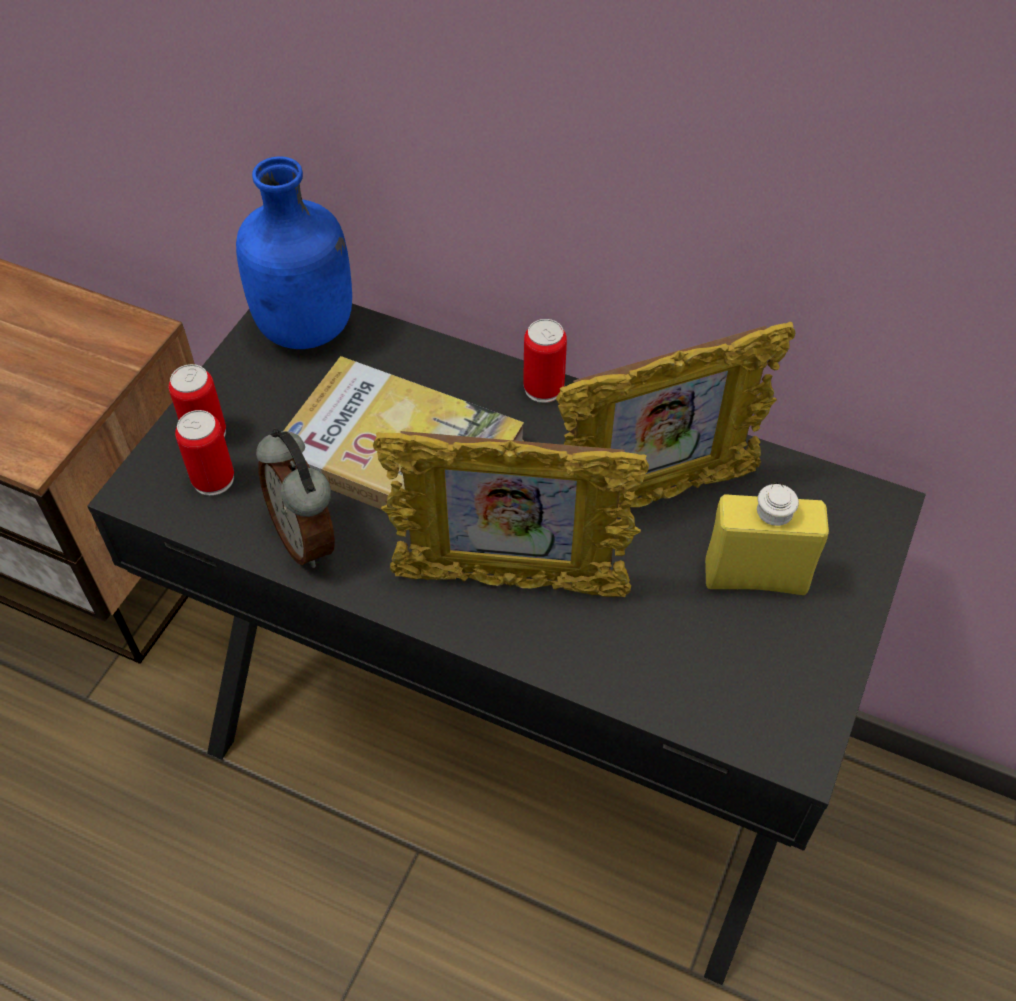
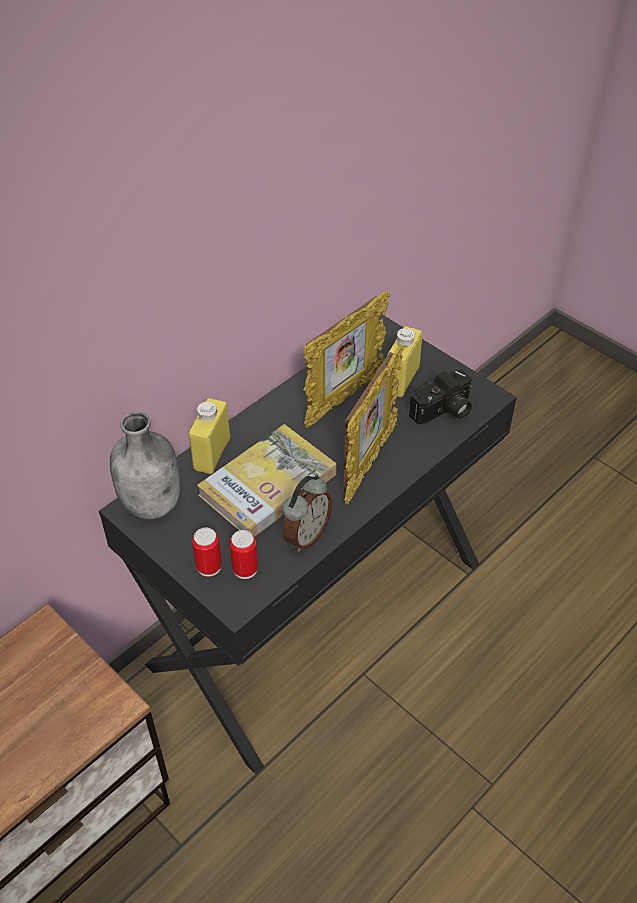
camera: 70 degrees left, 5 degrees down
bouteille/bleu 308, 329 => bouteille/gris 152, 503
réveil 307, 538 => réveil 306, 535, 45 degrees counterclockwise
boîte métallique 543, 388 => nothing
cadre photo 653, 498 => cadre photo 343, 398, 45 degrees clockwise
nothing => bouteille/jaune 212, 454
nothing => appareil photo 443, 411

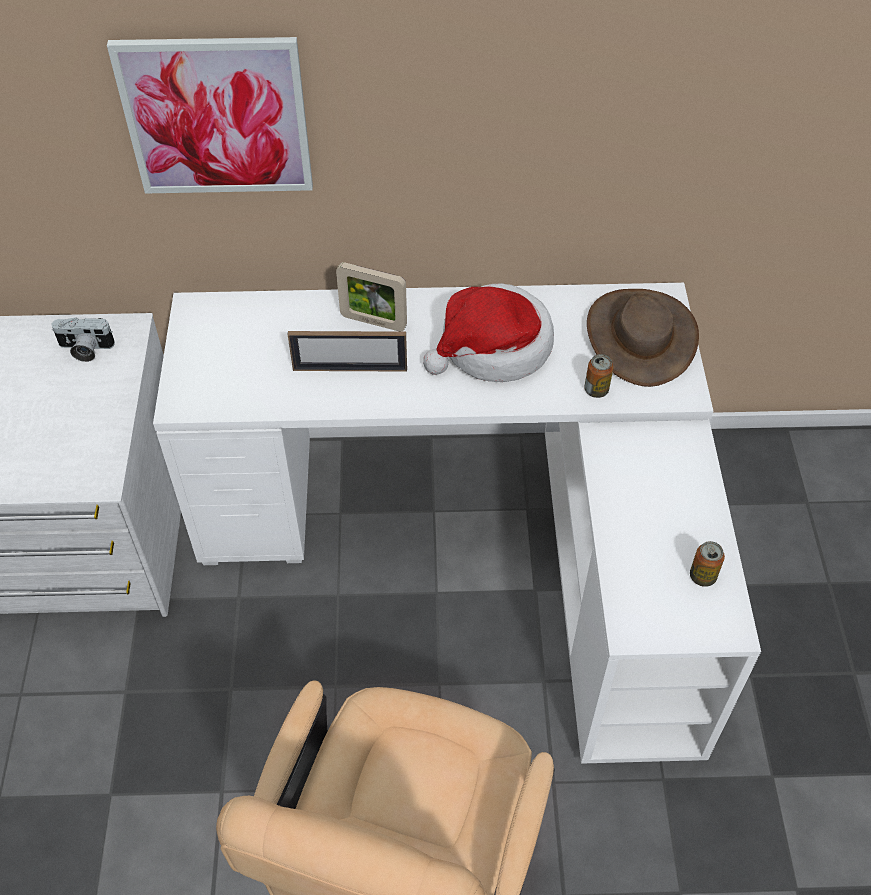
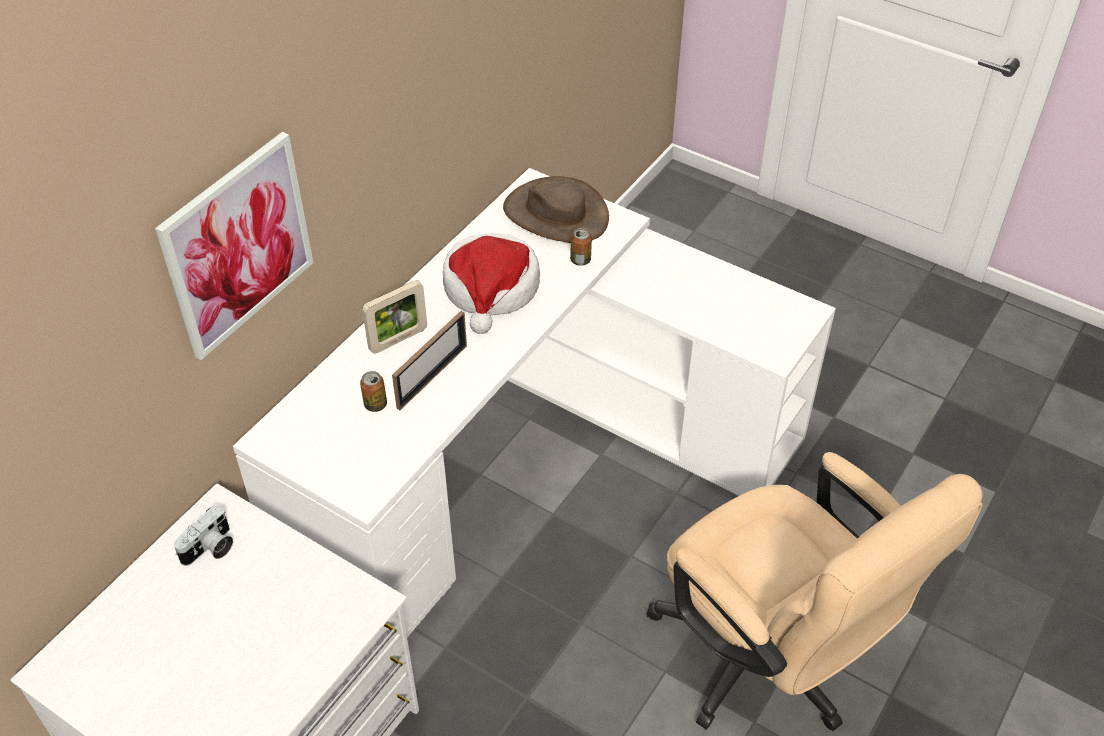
camera: 55 degrees left, 5 degrees down
boîte métallique 702, 576 => boîte métallique 375, 404, move

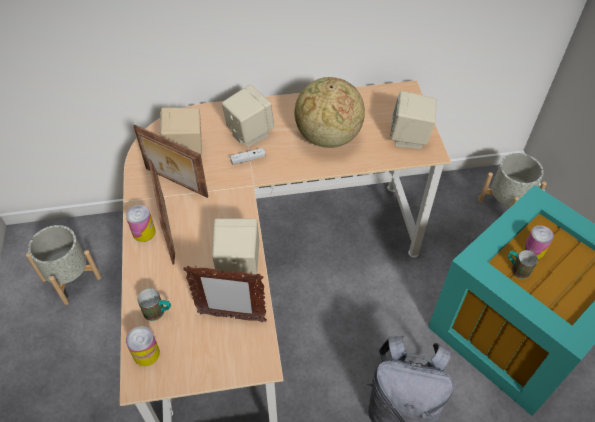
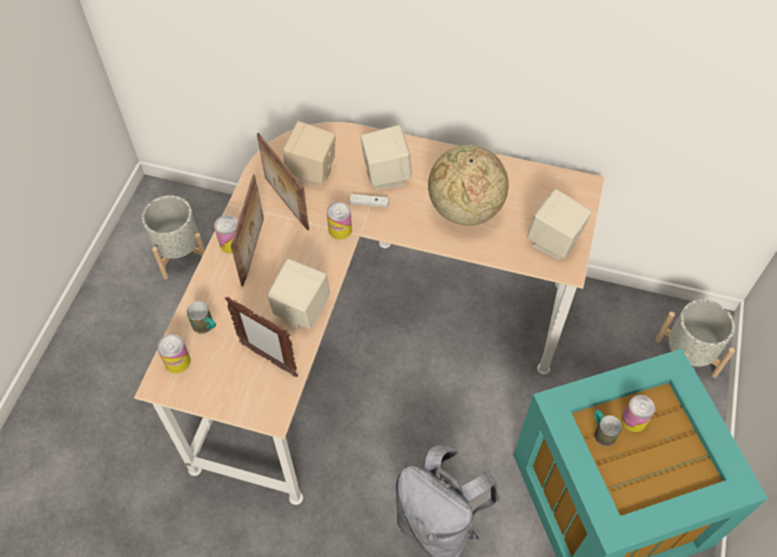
camera: 25 degrees right, 5 degrees up
nothing => boîte métallique 340, 230

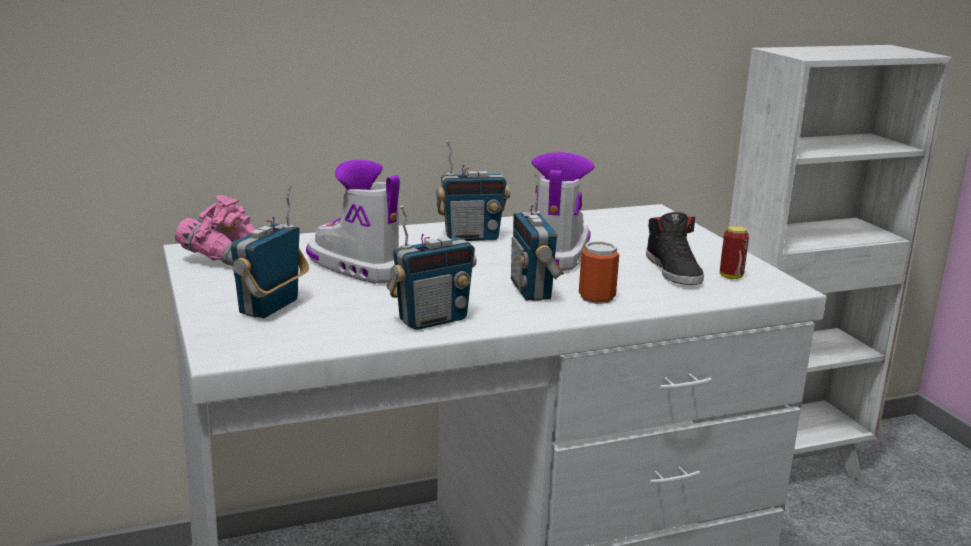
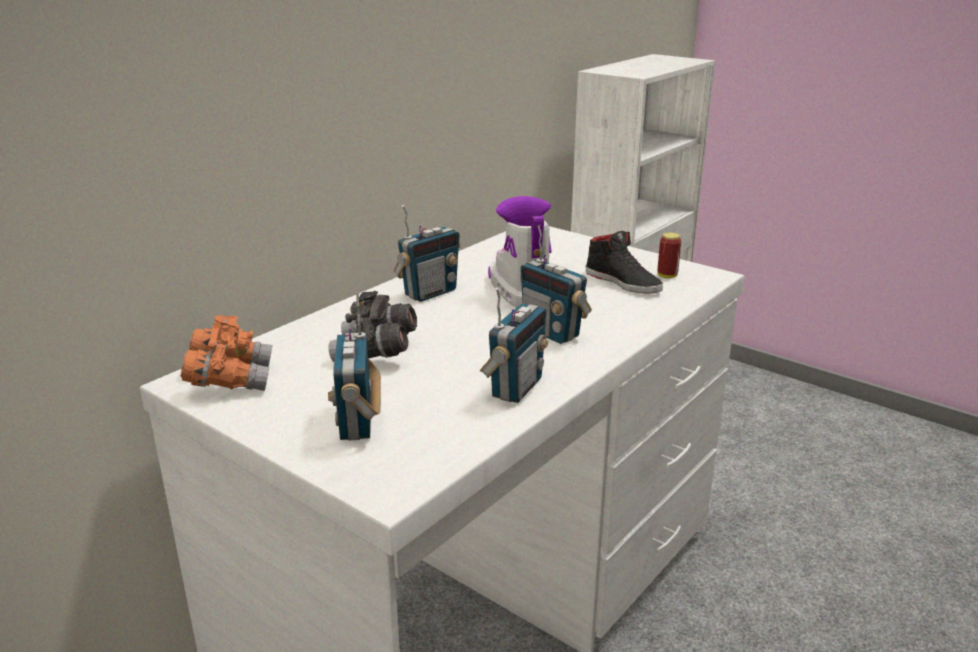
camera: 30 degrees left, 5 degrees up
jumelles/rose 226, 256 => jumelles/orange 230, 380
botte 357, 267 => jumelles/gris 375, 353
boîte métallique 596, 298 => nothing

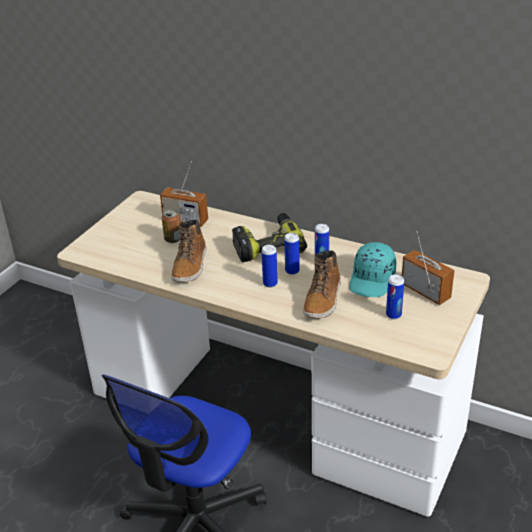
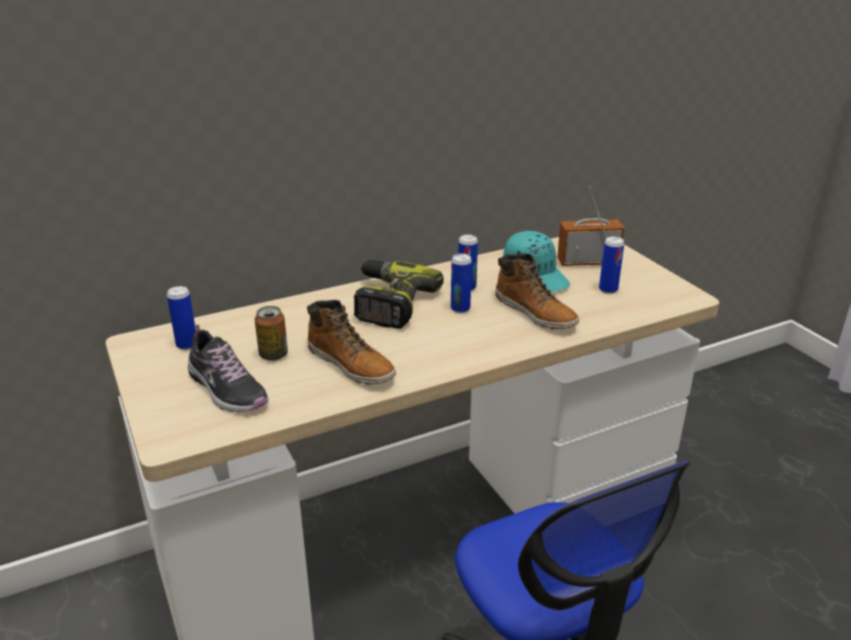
camera: 55 degrees left, 5 degrees down
radio 185, 220 => nothing
boîte métallique 270, 283 => boîte métallique 187, 345, move
nothing => chaussure 227, 389

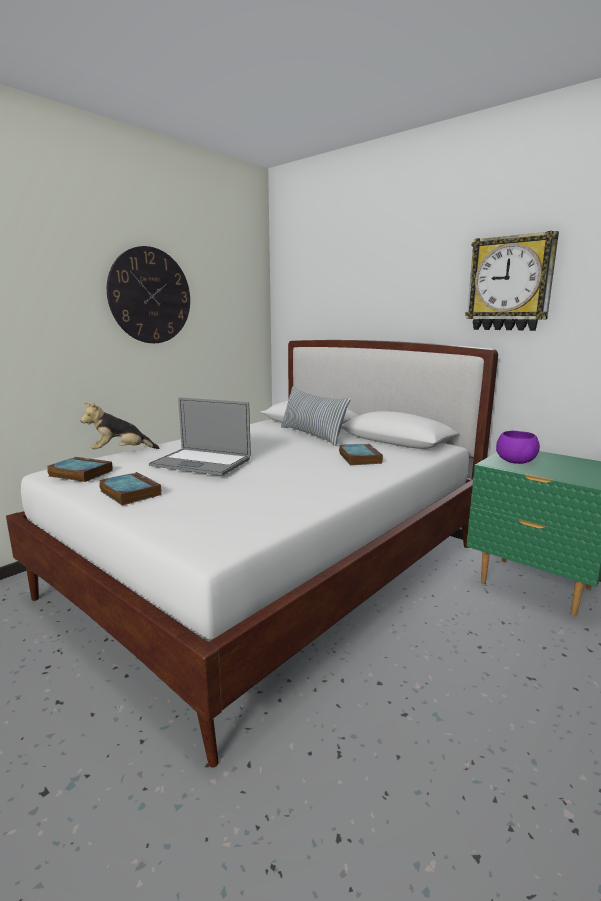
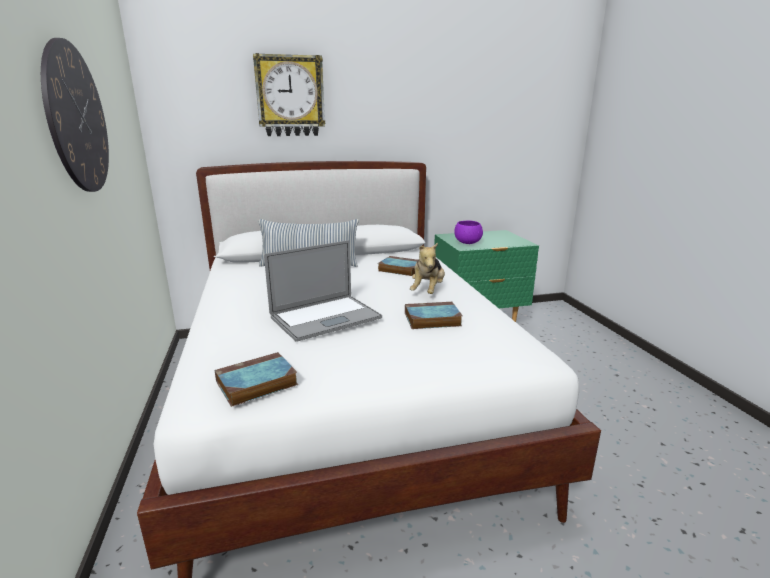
camera: 55 degrees left, 5 degrees up
peluche 121, 452 => peluche 428, 291, move
livre 129, 492 => livre 431, 320, move
horloge murale 510, 284 => horloge murale 290, 96, move

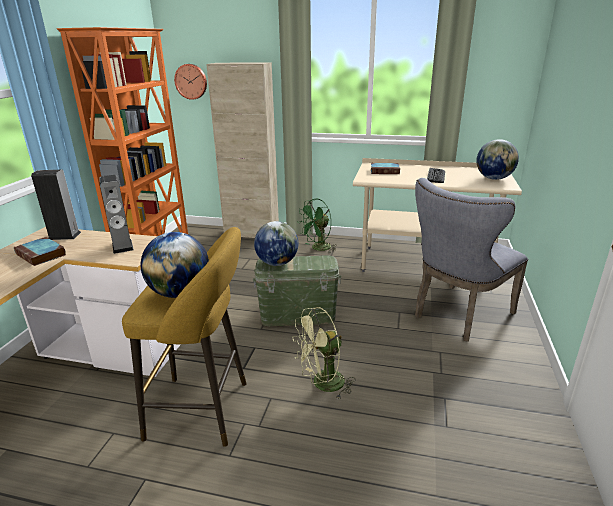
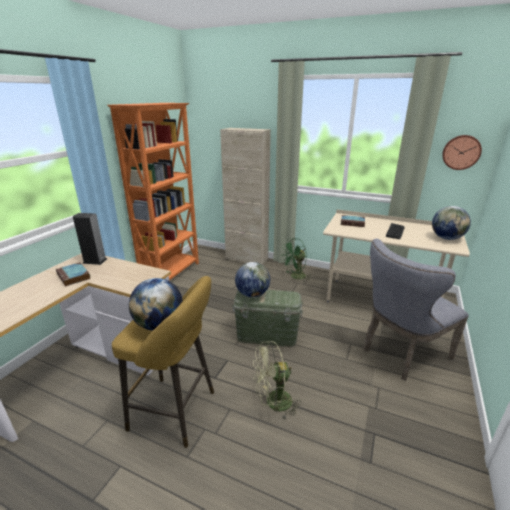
camera: 10 degrees right, 0 degrees up
enceinte 122, 246 => nothing
horloge murale 191, 81 => horloge murale 461, 152, move

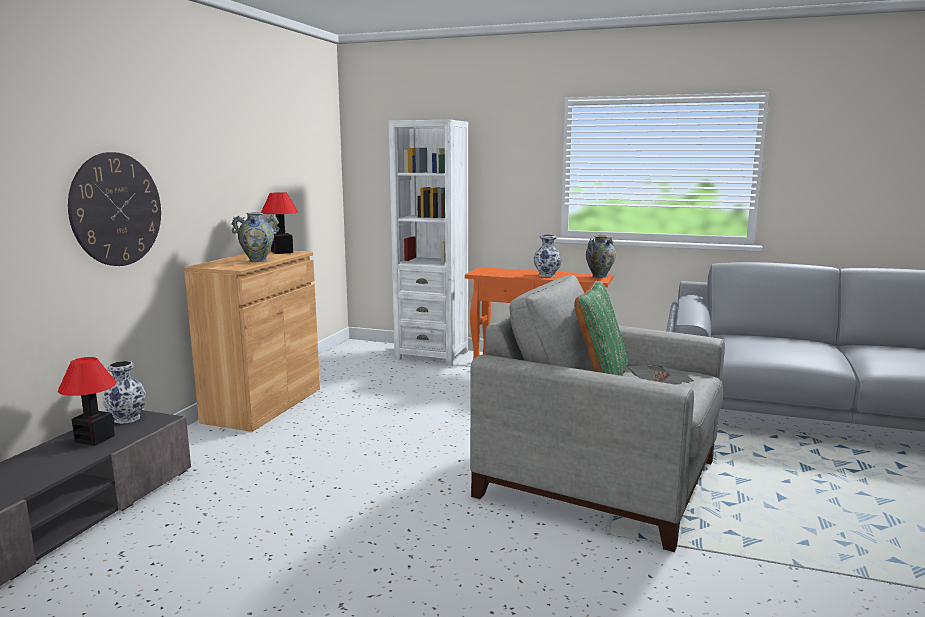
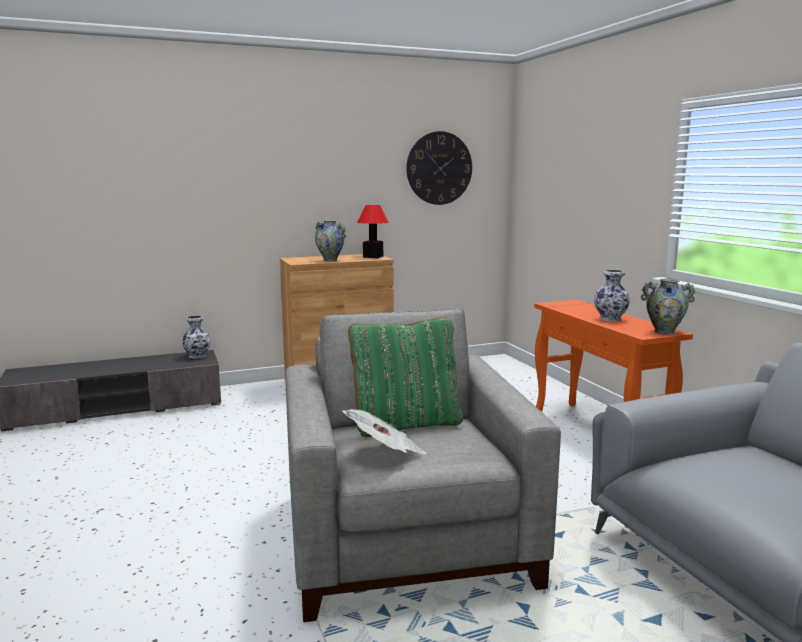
camera: 50 degrees right, 0 degrees up
lampe de table 94, 439 => nothing
horloge murale 116, 209 => horloge murale 439, 168, move
bibliothèque/blanc 432, 355 => nothing

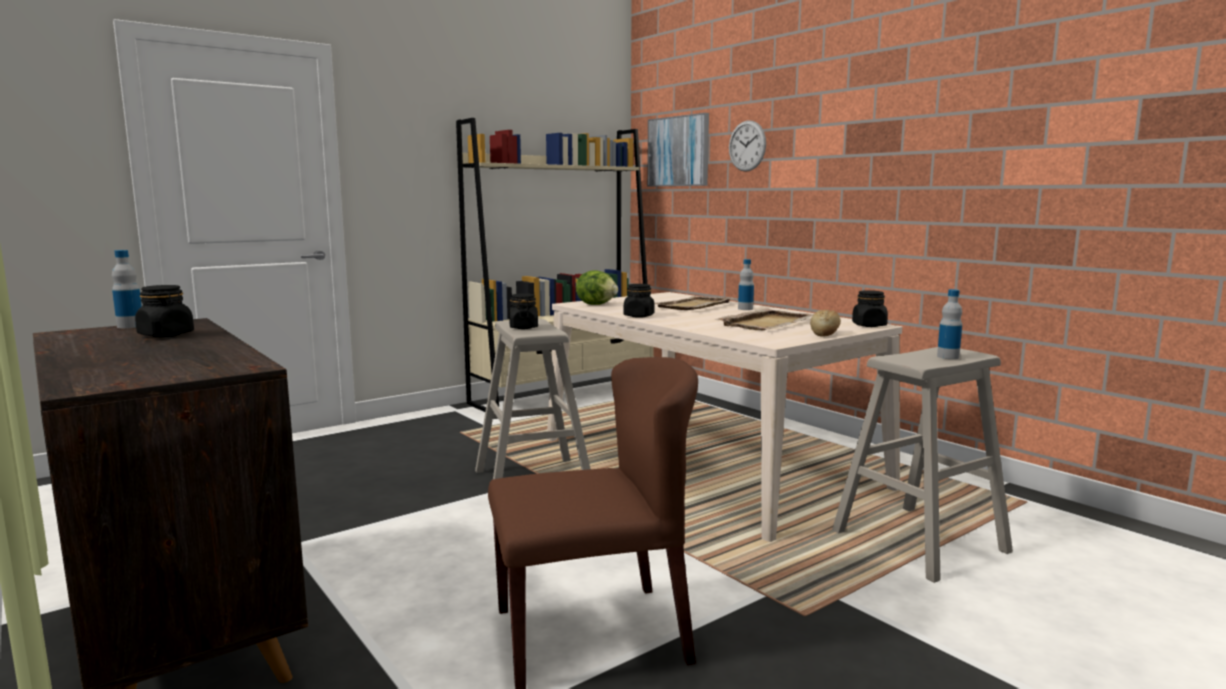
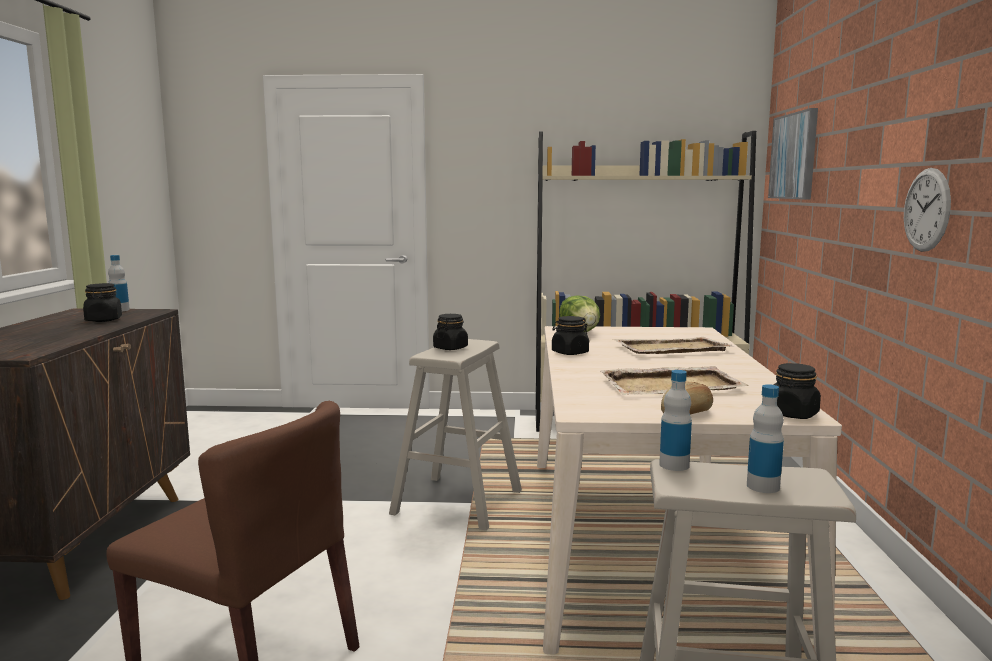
camera: 40 degrees right, 0 degrees up
horloge murale 747, 146 => horloge murale 926, 210, move
bouteille 745, 309 => bouteille 674, 465, move

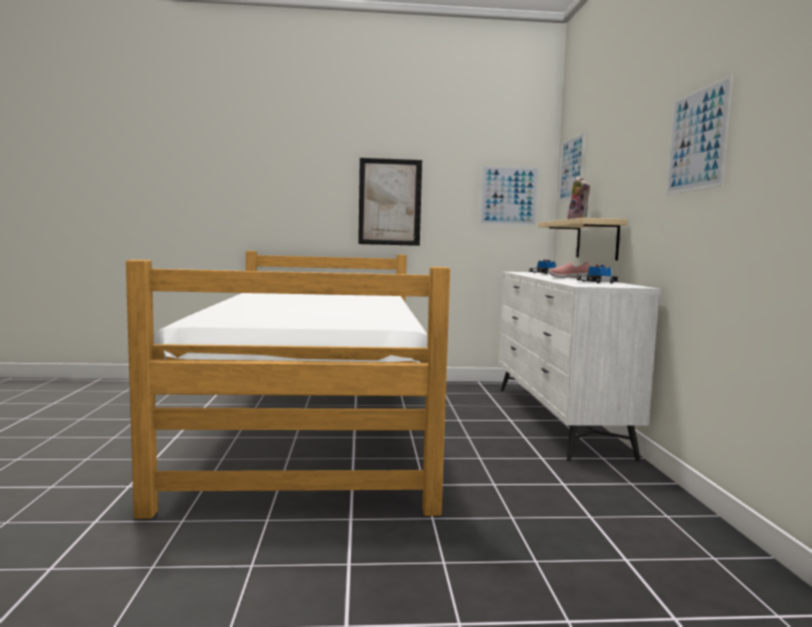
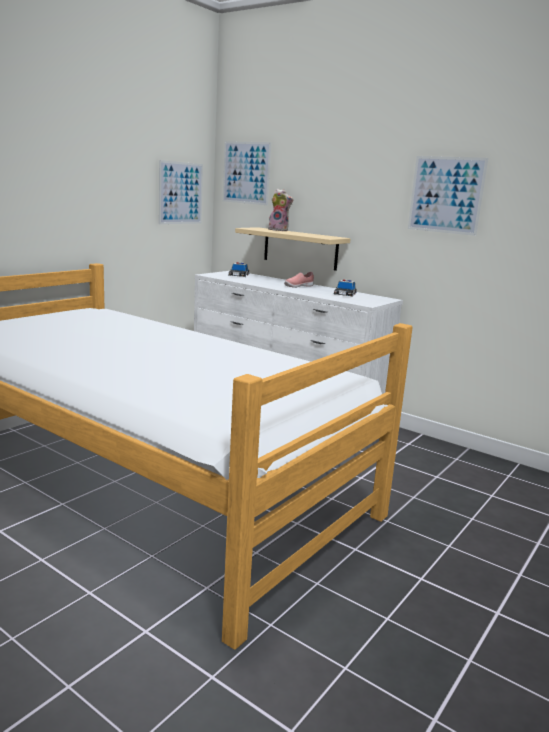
camera: 50 degrees left, 10 degrees up
tableau 390, 202 => nothing

